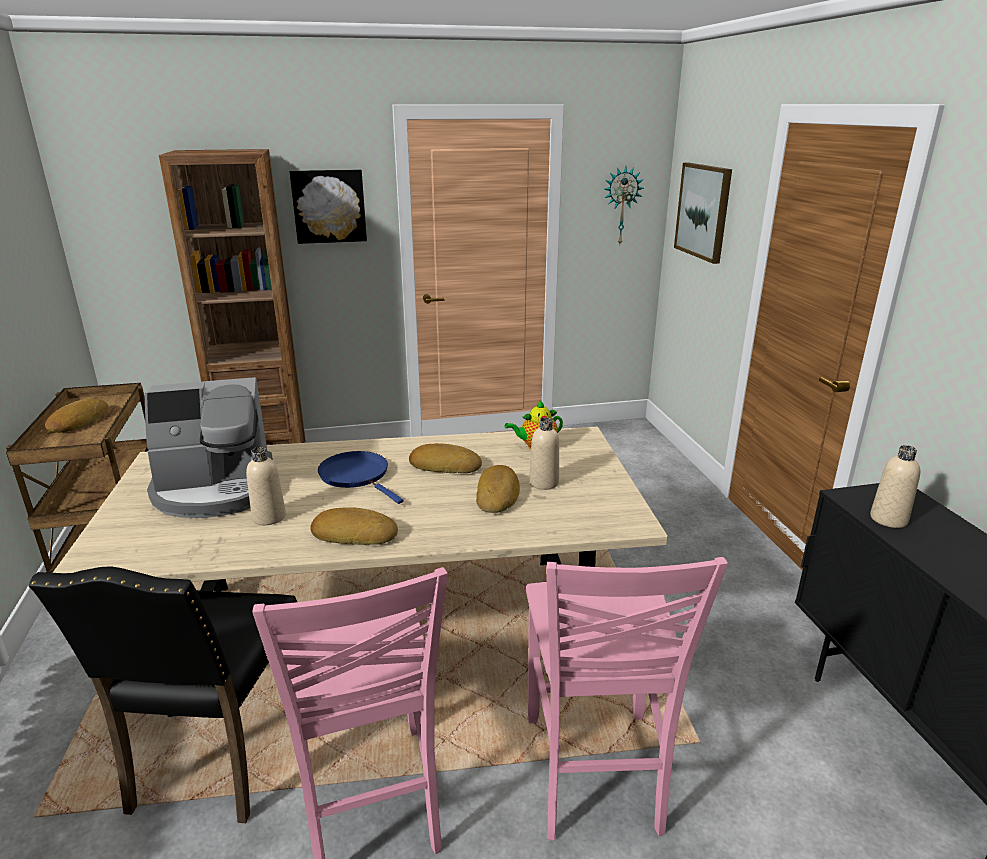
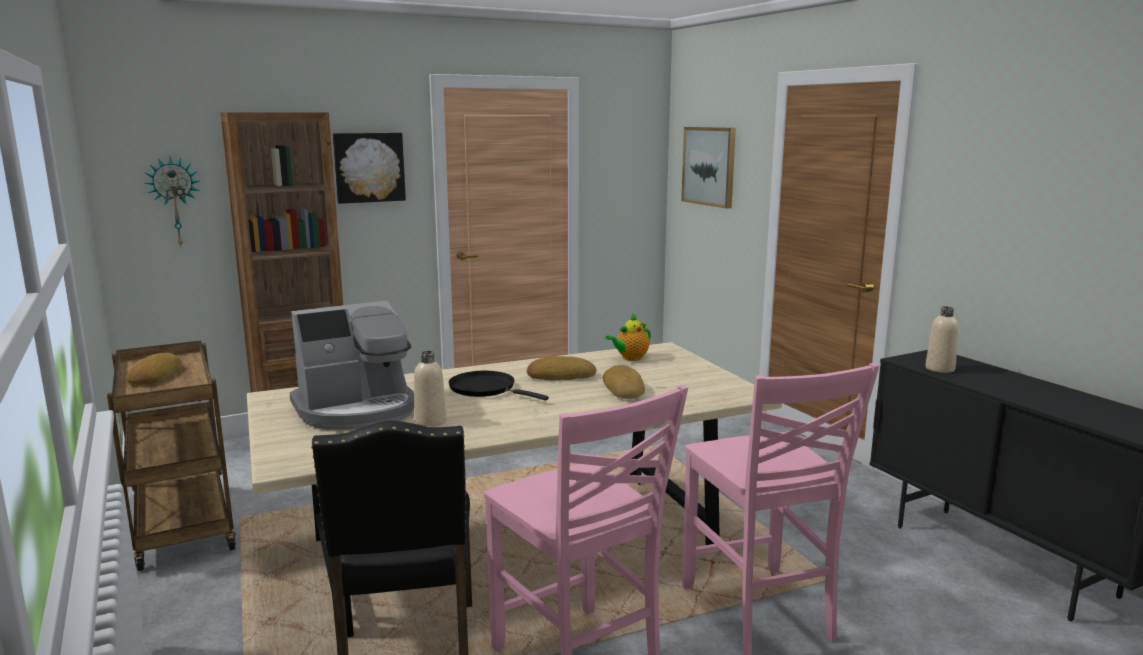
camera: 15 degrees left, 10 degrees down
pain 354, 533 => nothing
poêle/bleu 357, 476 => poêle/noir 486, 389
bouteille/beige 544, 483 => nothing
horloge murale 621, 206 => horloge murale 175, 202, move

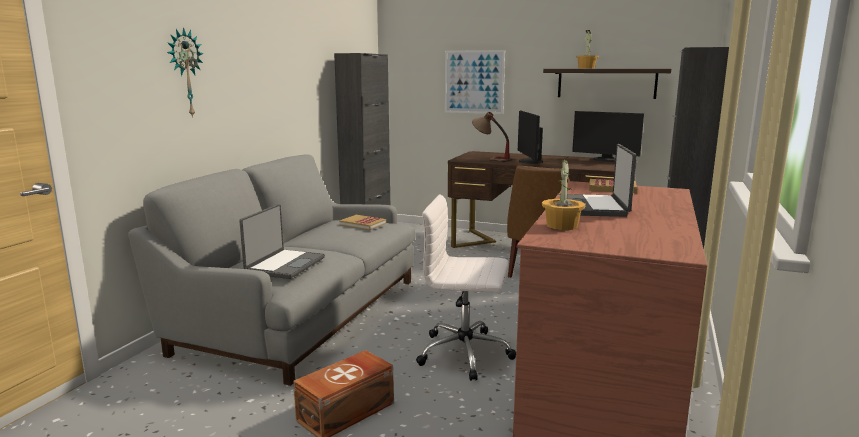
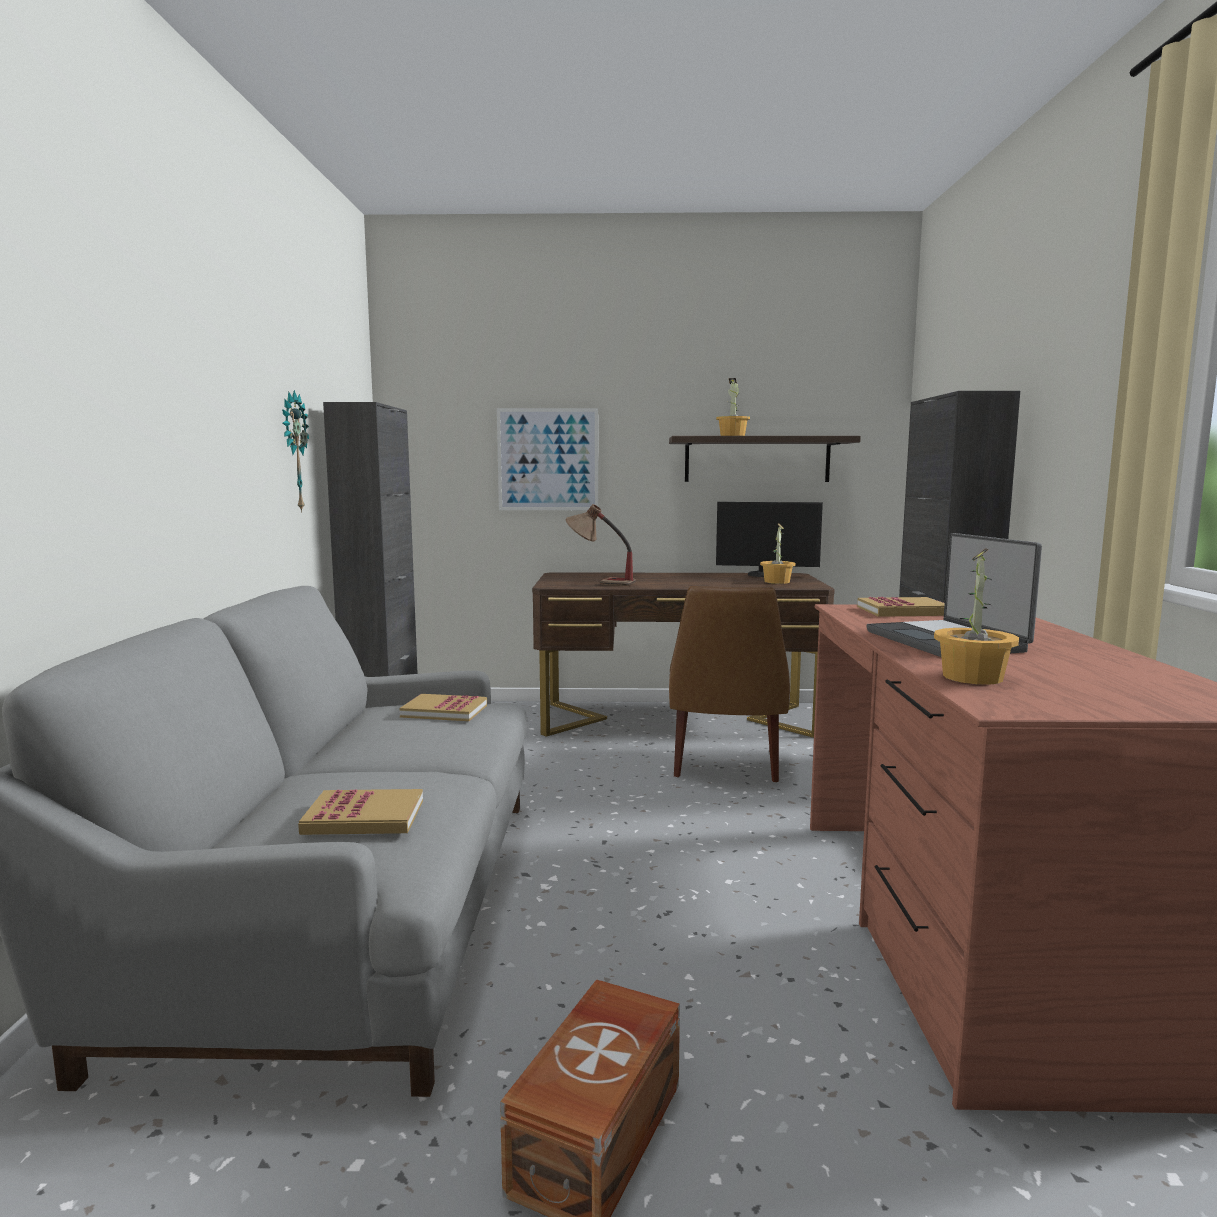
camera: 20 degrees left, 5 degrees down
horloge murale 185, 73 => horloge murale 292, 452, move
ordinateur portable 284, 265 => livre 364, 817
chaise de bureau/blanc 466, 354 => nothing
écran d'ordinateur 529, 162 => nothing
nothing => plante en pot 776, 582

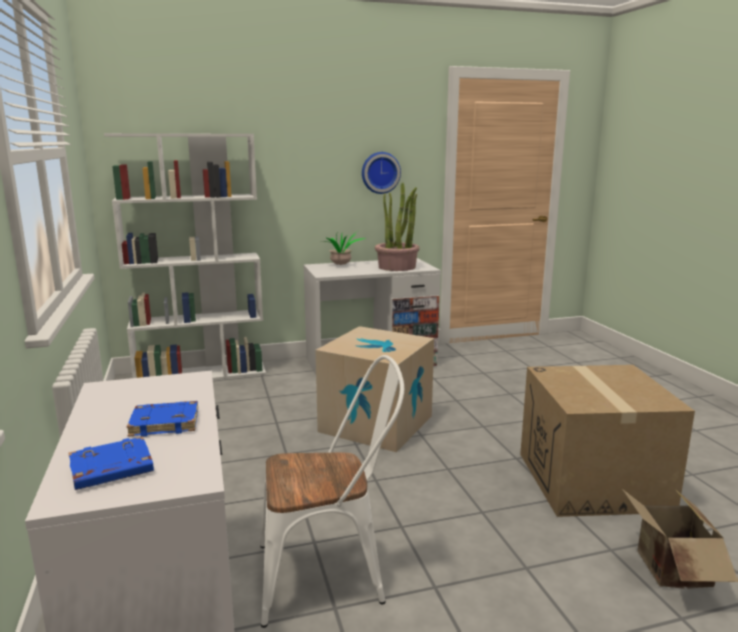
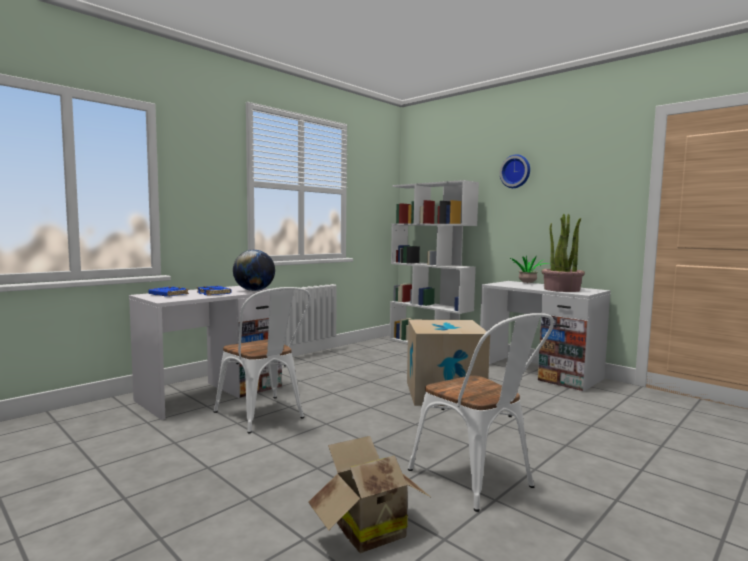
camera: 60 degrees right, 10 degrees down
horloge murale 380, 172 => horloge murale 516, 171, move
carton 593, 481 => chaise/blanc 478, 481
nothing => globe 254, 290

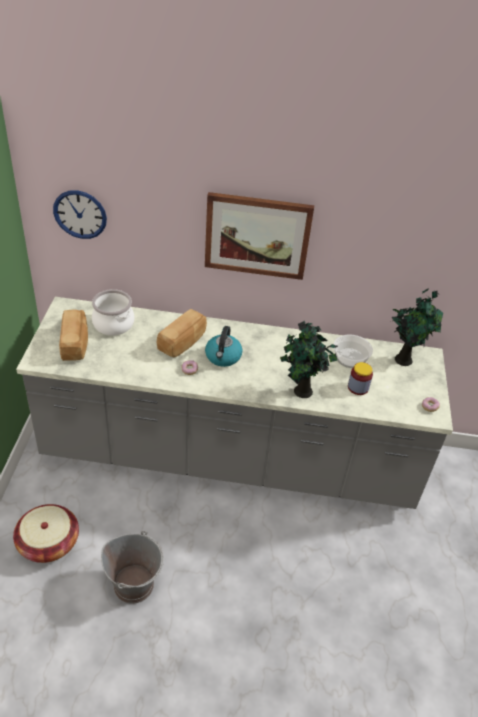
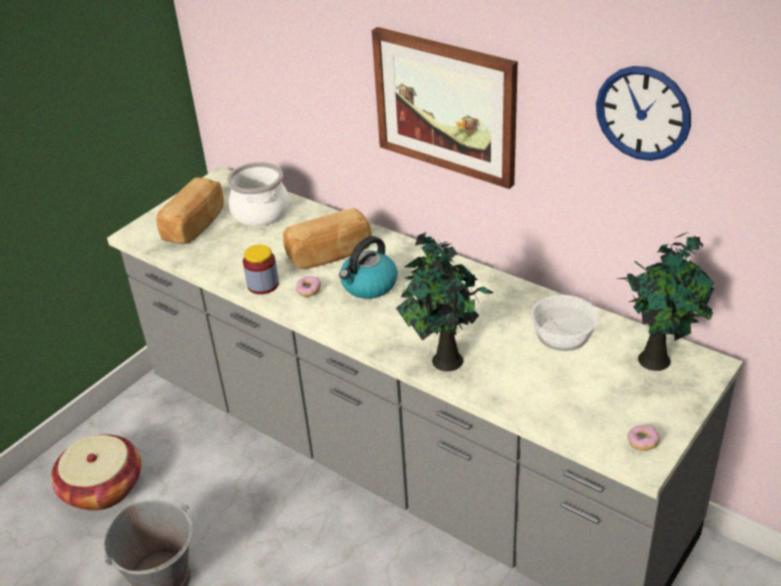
camera: 35 degrees right, 5 degrees down
horloge murale 80, 214 => horloge murale 643, 113, move
bocal 358, 387 => bocal 263, 285, move

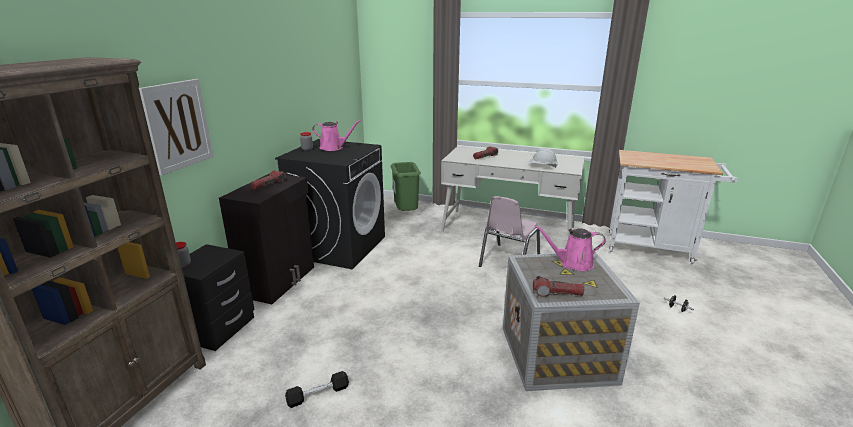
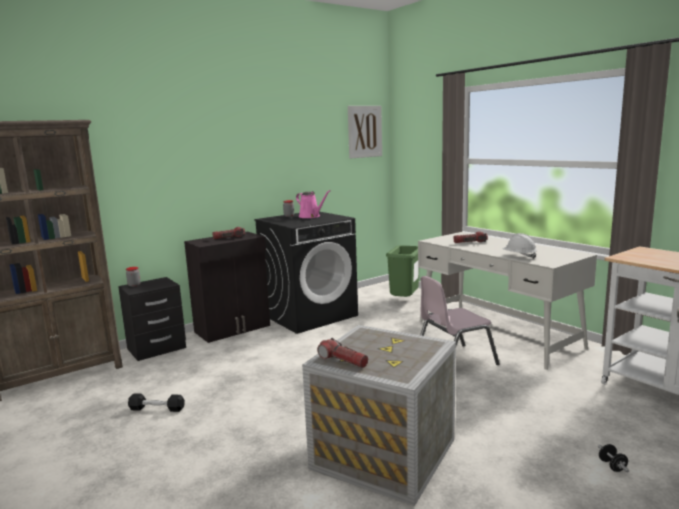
camera: 35 degrees right, 10 degrees down
tableau 178, 125 => tableau 364, 131, move
arrosoir/rose 572, 263 => nothing

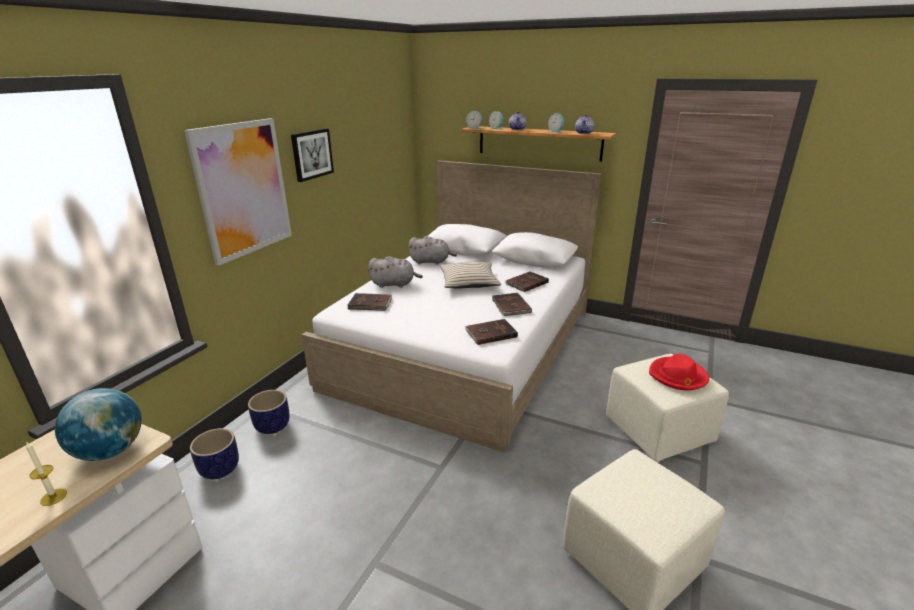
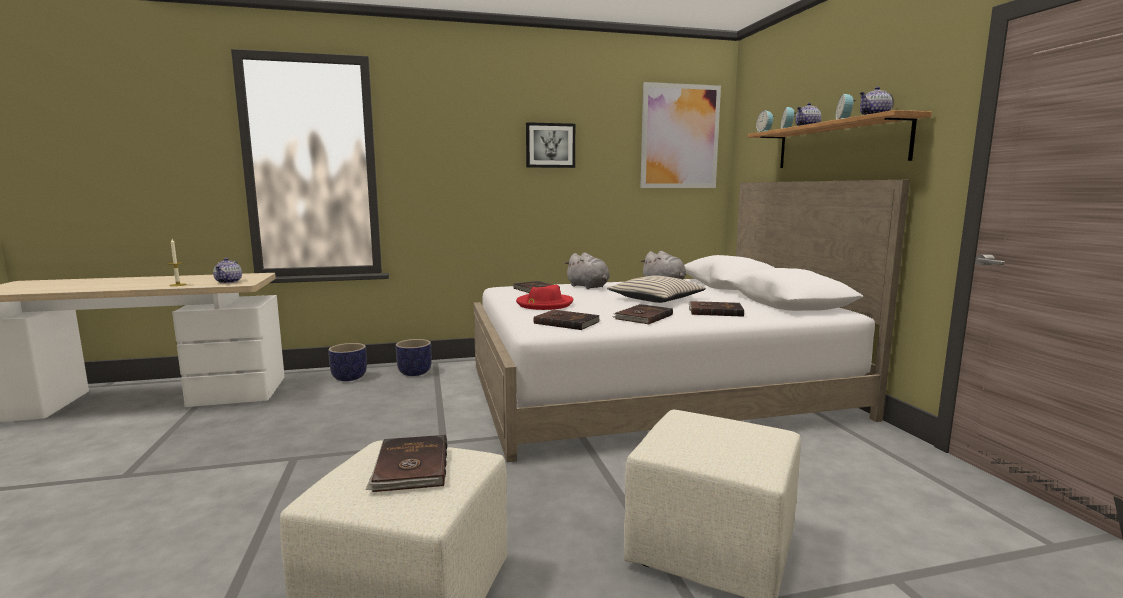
camera: 50 degrees right, 15 degrees down
globe 111, 451 => théière 229, 282
tableau 243, 189 => tableau 679, 137, move
chapeau/rouge 678, 376 => chapeau/rouge 544, 304, move
nothing => livre/marron 410, 467

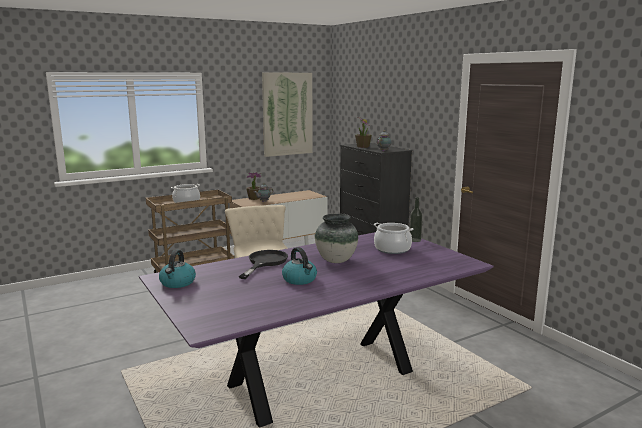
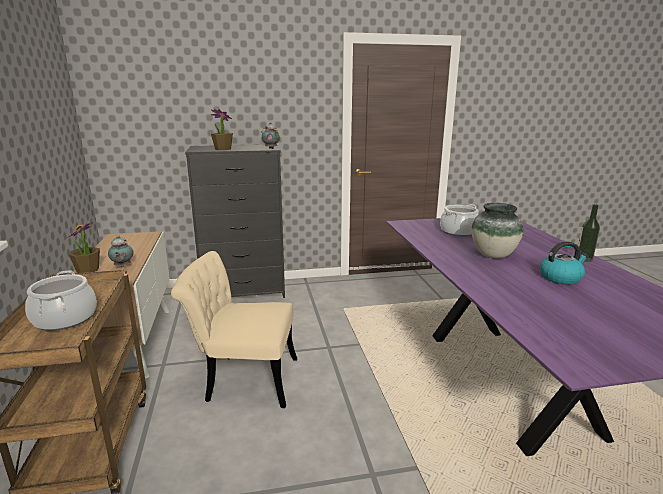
camera: 70 degrees left, 5 degrees up
bouilloire 177, 283 => nothing
poêle/noir 264, 262 => nothing
tableau 287, 114 => nothing
bouteille 415, 240 => bouteille 584, 259, move

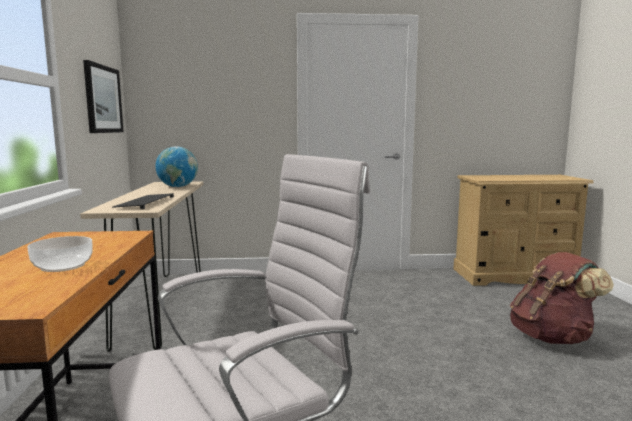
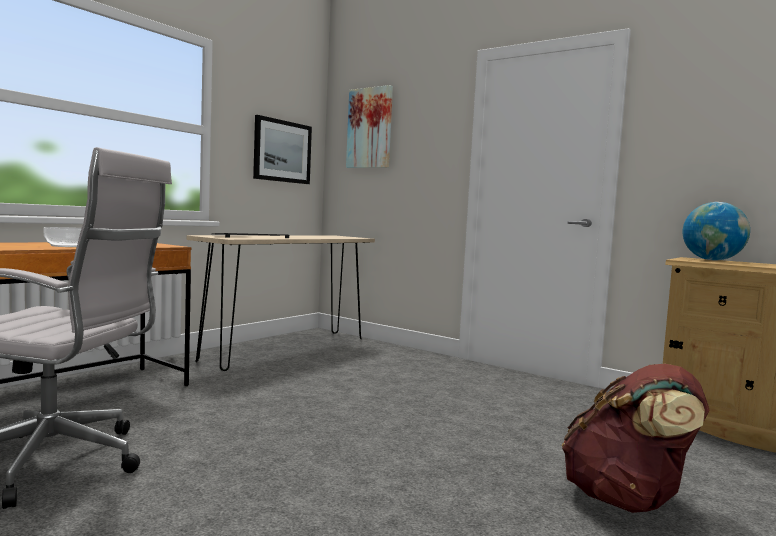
camera: 40 degrees right, 5 degrees down
globe 178, 187 => globe 712, 260, move
nothing => tableau 370, 128

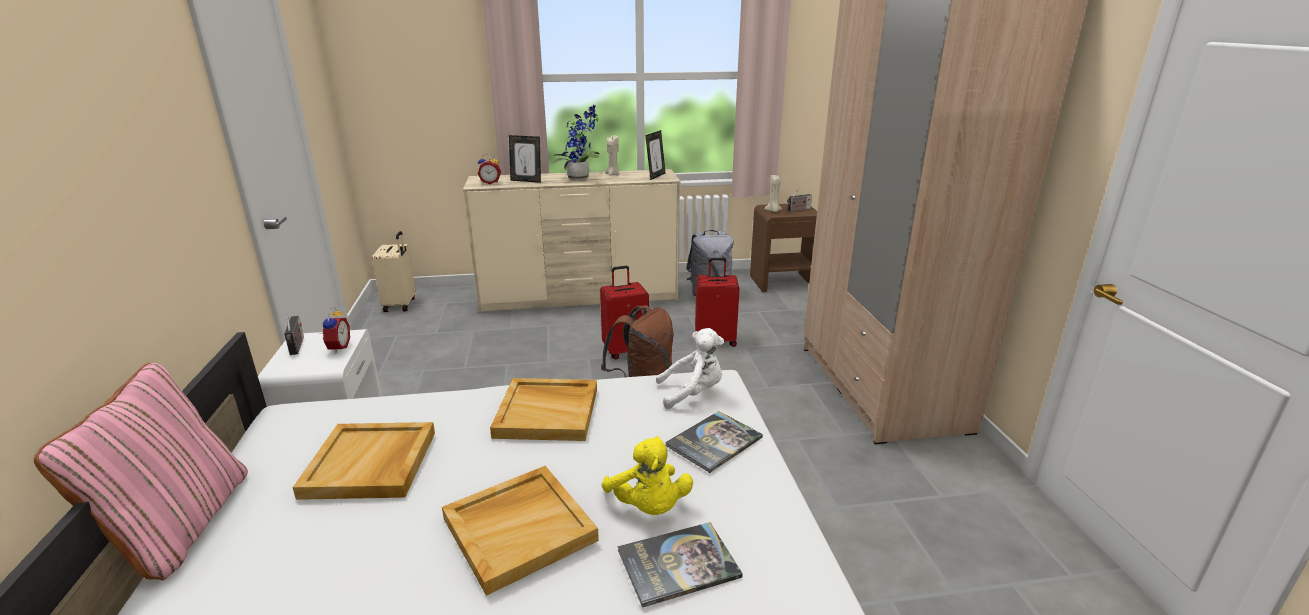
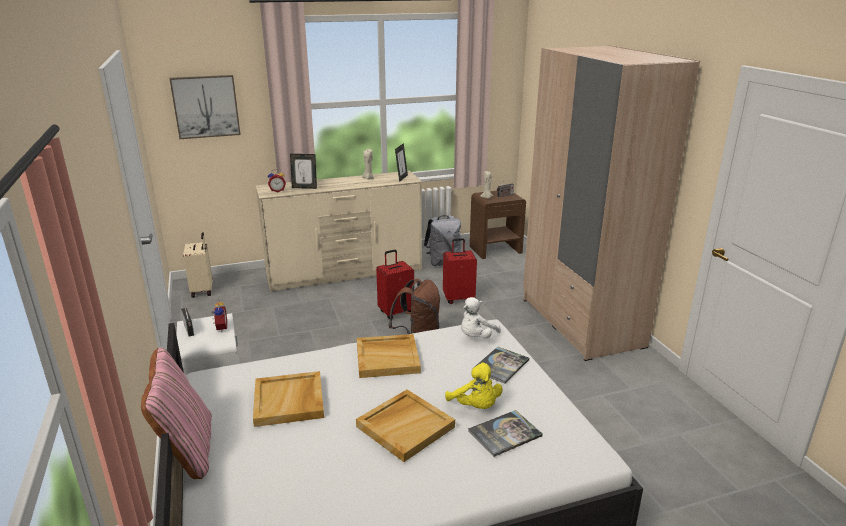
camera: 10 degrees left, 0 degrees up
plante en pot 581, 179 => nothing
peluche/blanc 693, 393 => peluche/blanc 476, 337, 150 degrees clockwise
nothing => tableau 206, 106

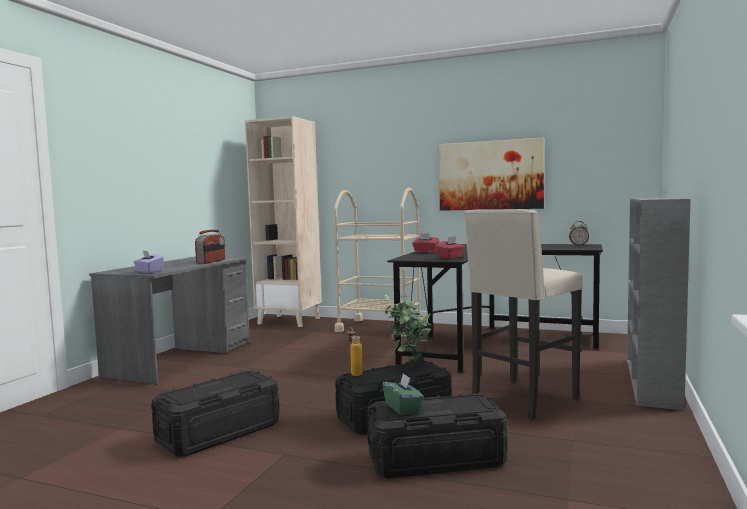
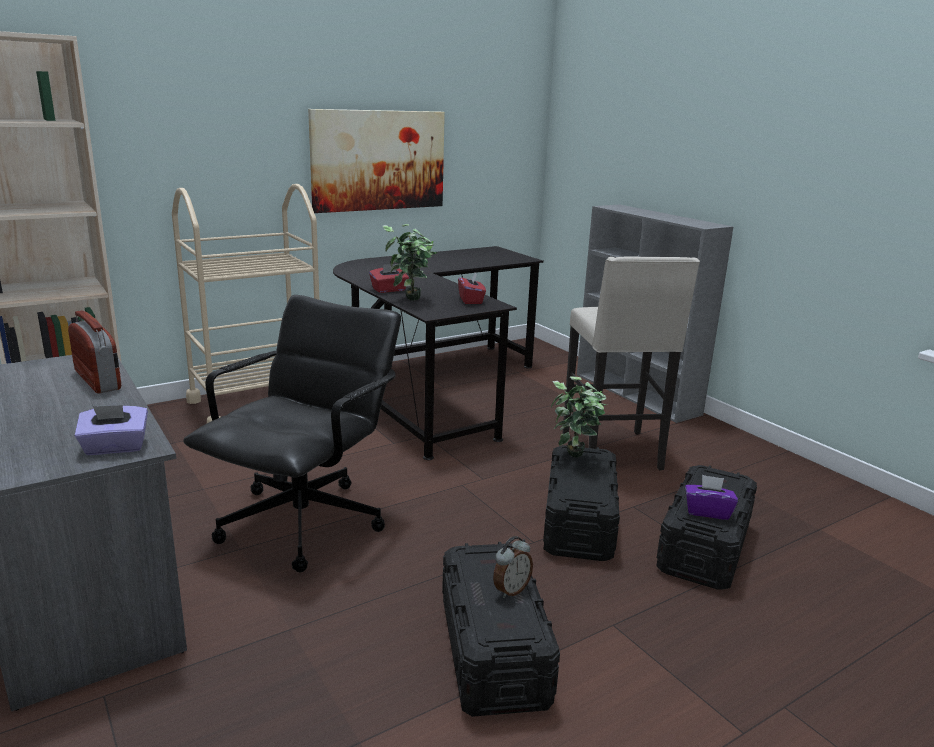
camera: 55 degrees left, 15 degrees up
bouteille 354, 373 => nothing
boîte à mouchoirs/vert 403, 408 => boîte à mouchoirs/violet 707, 511
réveil 578, 245 => réveil 510, 590, move
nothing => chaise de bureau/noir 304, 522
nothing => plante en pot 410, 301

